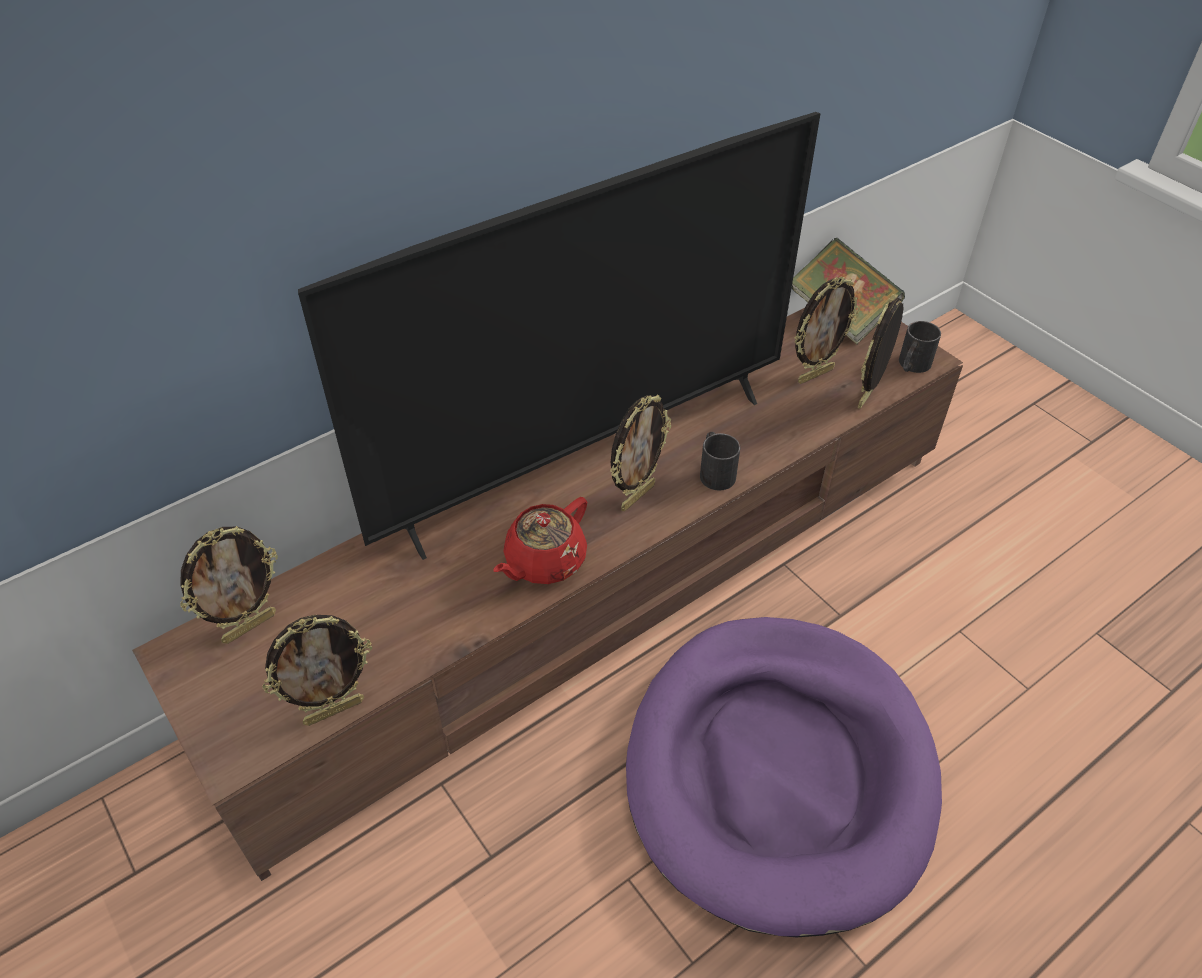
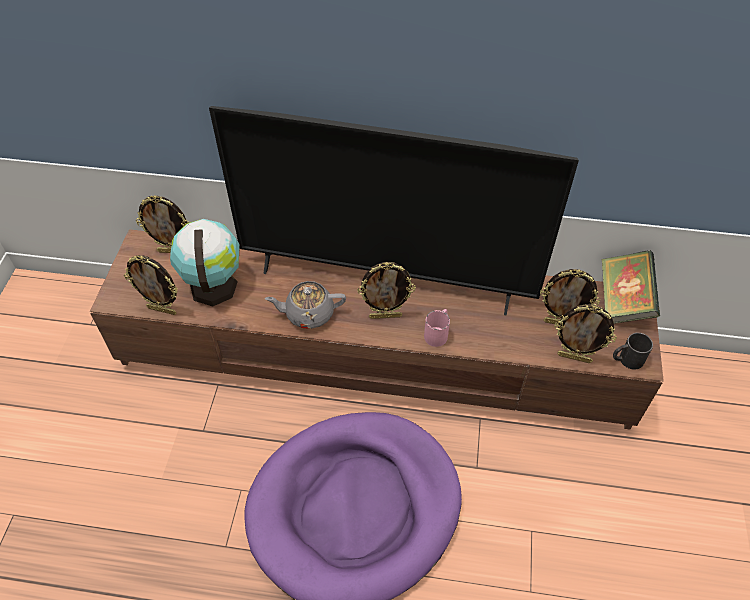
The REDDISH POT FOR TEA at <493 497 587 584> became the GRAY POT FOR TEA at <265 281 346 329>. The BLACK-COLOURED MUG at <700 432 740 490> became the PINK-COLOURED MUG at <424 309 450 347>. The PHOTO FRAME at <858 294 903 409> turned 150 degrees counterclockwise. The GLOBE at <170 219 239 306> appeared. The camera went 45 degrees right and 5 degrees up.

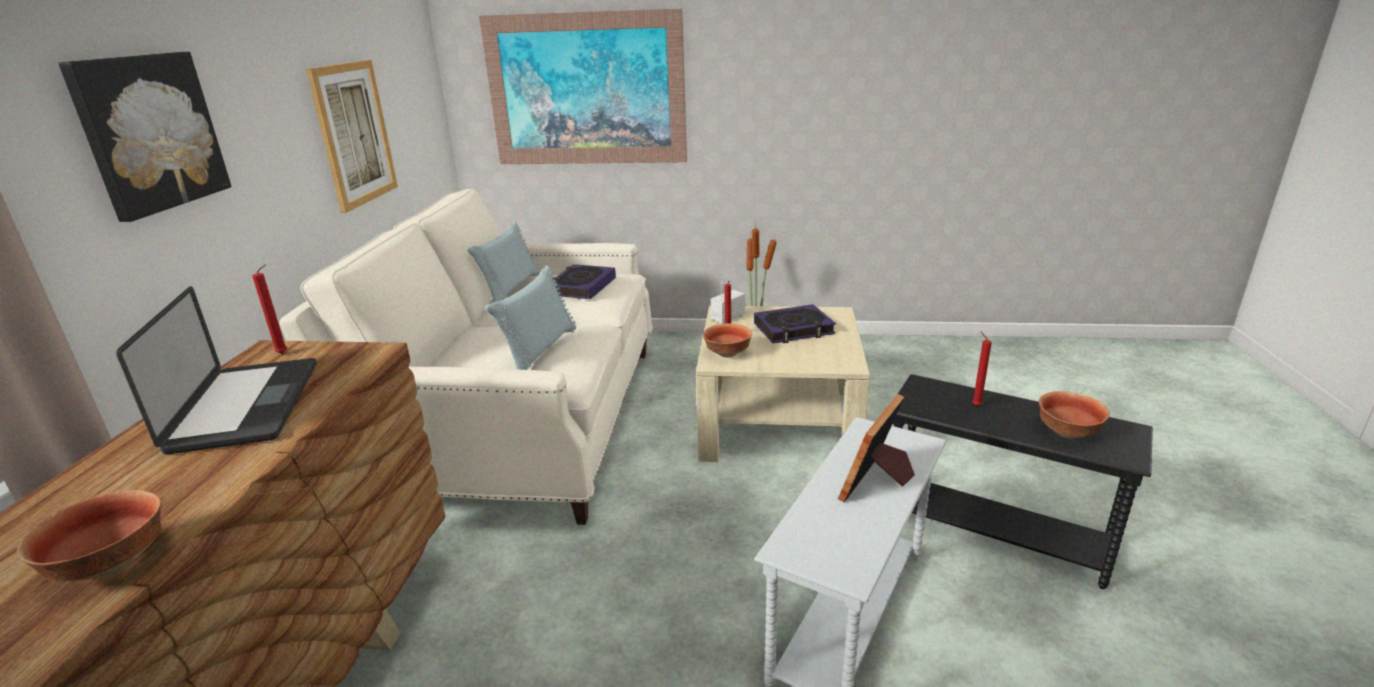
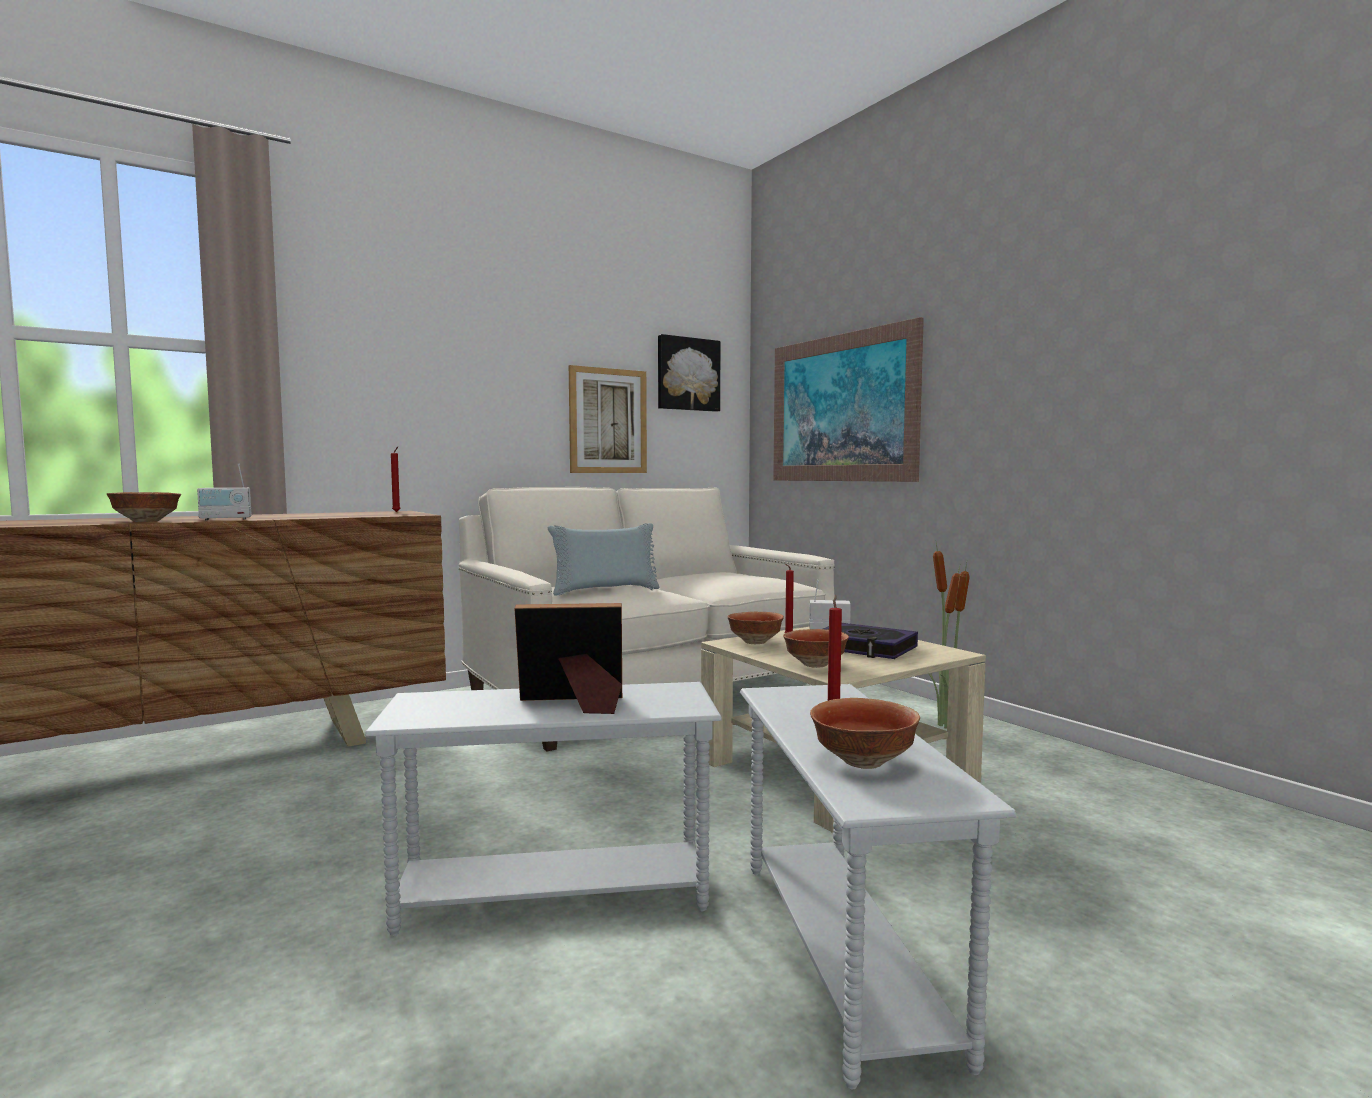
The PICTURE moved from <58 52 232 222> to <658 334 720 412>. The LAPTOP at <116 286 317 454> disappeared. The BLUE-COLOURED THROW PILLOW at <467 221 540 301> disappeared. The VOLUME at <553 264 616 299> disappeared. The BLACK-COLOURED END TABLE at <893 374 1153 589> became the WHITISH END TABLE at <740 684 1016 1089>. The RADIO SET at <197 464 252 520> appeared. The SERVING BOWL at <783 629 849 668> appeared. The camera went 50 degrees right and 20 degrees down.

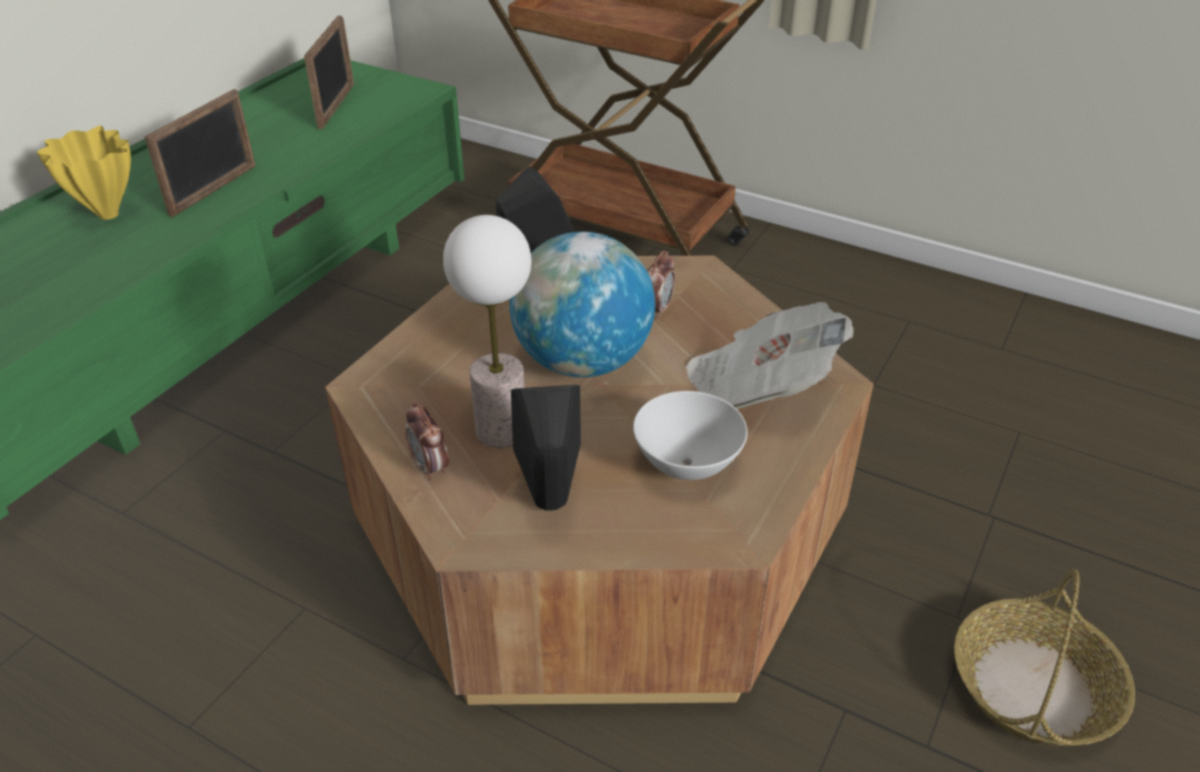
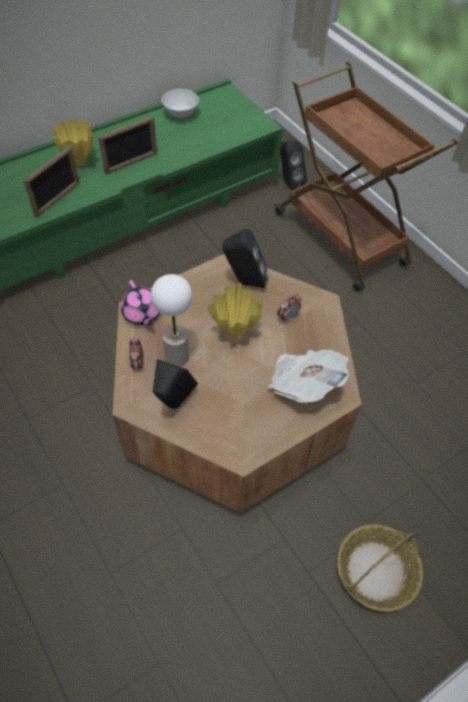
The PHOTO FRAME moved from <304 16 354 129> to <23 146 79 218>. The GLOBE at <510 232 655 378> was replaced by the YELLOWISH DECORATIVE VASE at <208 283 263 338>. The WHITISH SERVING BOWL moved from <633 391 748 480> to <162 89 199 118>. The PINK-COLOURED POT FOR TEA at <121 280 160 326> appeared. The BLACK-COLOURED LOUDSPEAKER at <280 140 307 190> appeared. The camera went 25 degrees right and 15 degrees up.

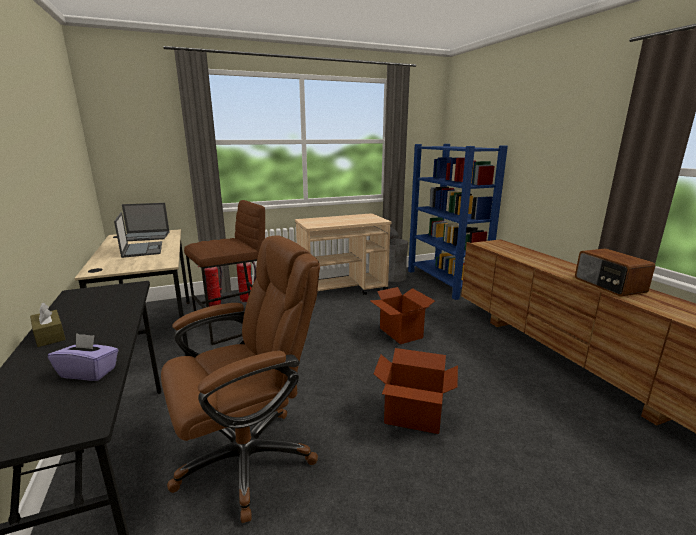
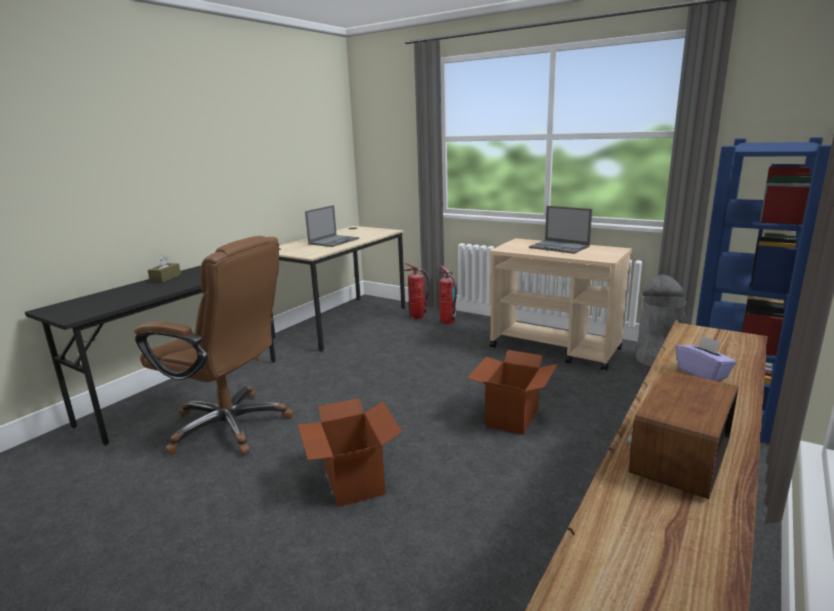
The PURPLE BOX OF TISSUES moved from <48 333 119 381> to <676 336 736 381>. The LAPTOP moved from <122 203 170 241> to <529 206 592 254>. The BROWN STOOL at <184 200 265 345> disappeared. The camera went 55 degrees right and 0 degrees up.

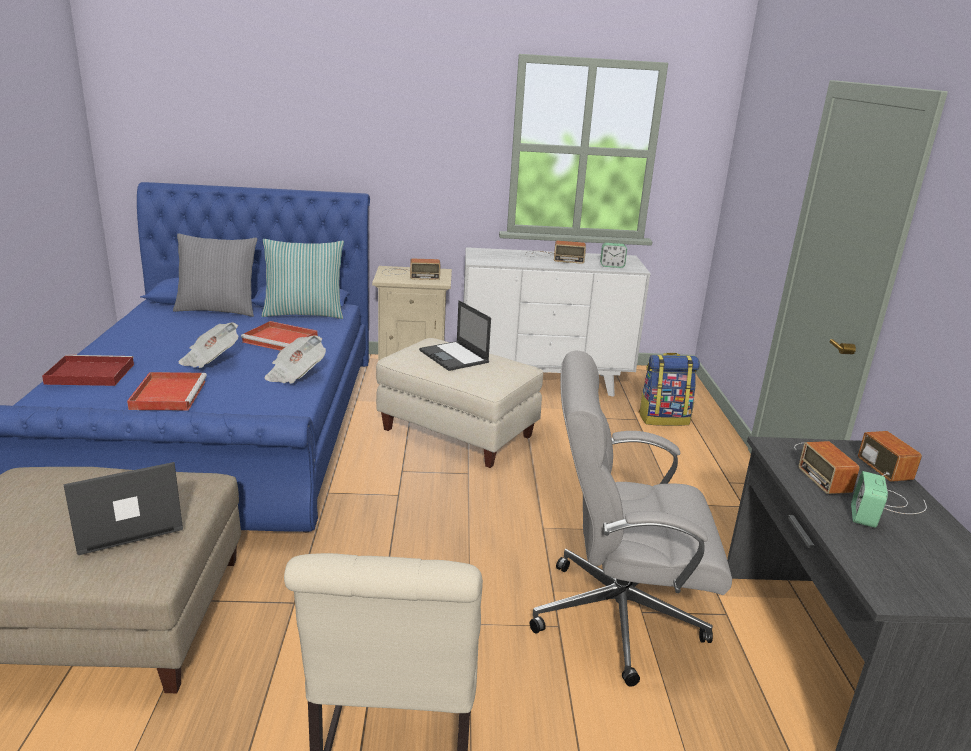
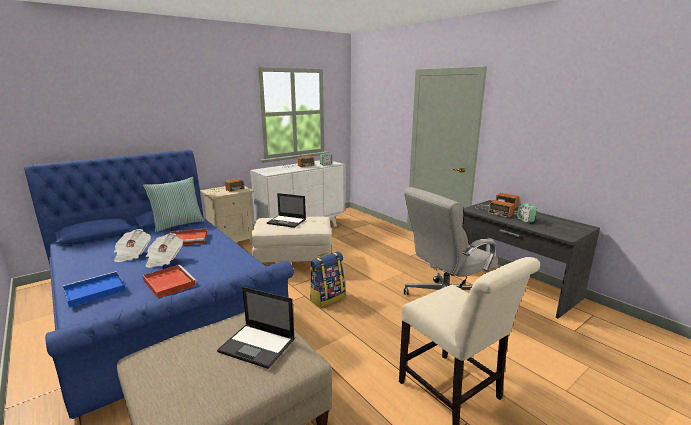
The REDDISH TRAY at <42 355 134 386> became the BLUE-COLOURED TRAY at <63 271 126 308>. The LAPTOP at <63 462 183 555> turned 90 degrees counterclockwise. The GRAY THROW PILLOW at <173 233 257 317> disappeared. The PRINTED PAPER moved from <264 335 326 384> to <114 229 151 262>. The KNAPSACK moved from <639 353 700 426> to <310 252 345 308>. The camera went 35 degrees left and 5 degrees down.

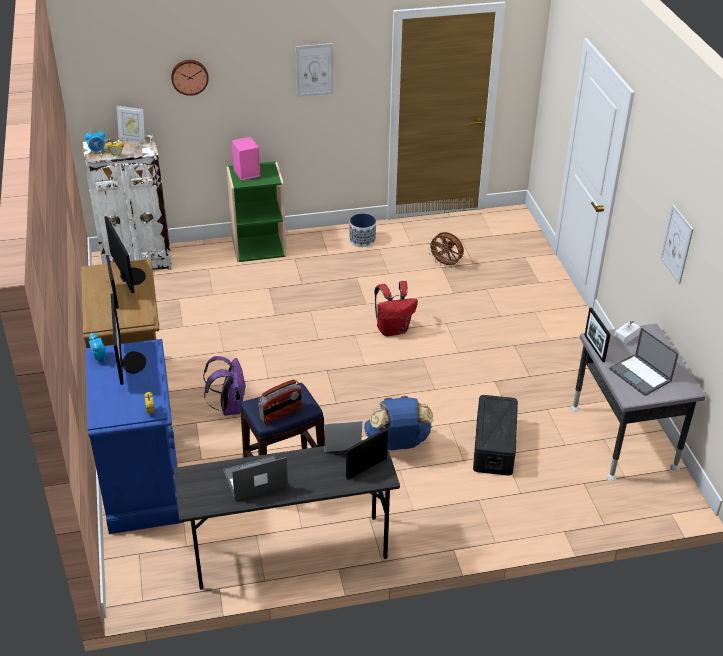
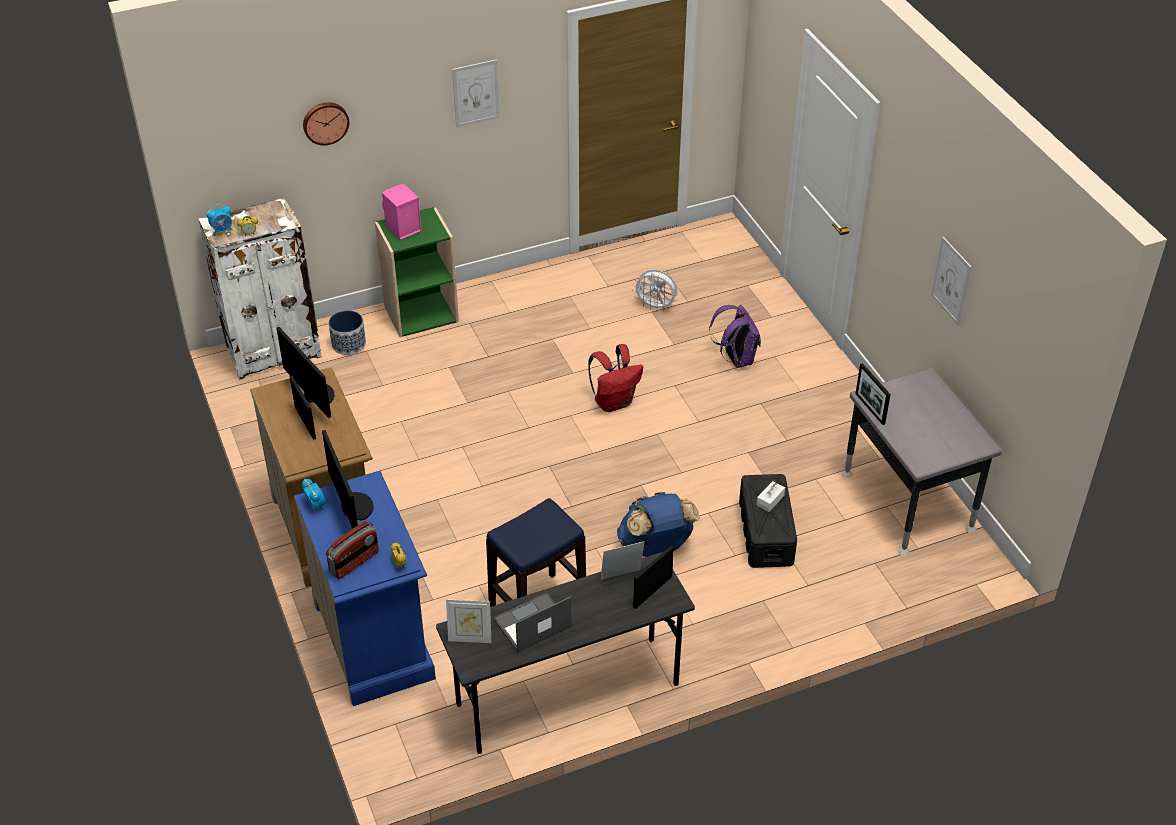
The PHOTO FRAME moved from <117 106 145 143> to <446 599 491 643>. The PURPLE KNAPSACK moved from <203 356 246 415> to <709 305 761 368>. The RADIO SET moved from <258 379 302 424> to <326 521 379 579>. The PLANT POT moved from <349 213 376 247> to <329 310 366 355>. The BROWN COOLING FAN at <428 232 464 268> became the WHITISH COOLING FAN at <632 270 677 311>. The LAPTOP at <609 328 679 396> disappeared. The WHITISH BOX OF TISSUES moved from <614 320 640 345> to <757 481 785 512>. The camera went 10 degrees left and 5 degrees up.

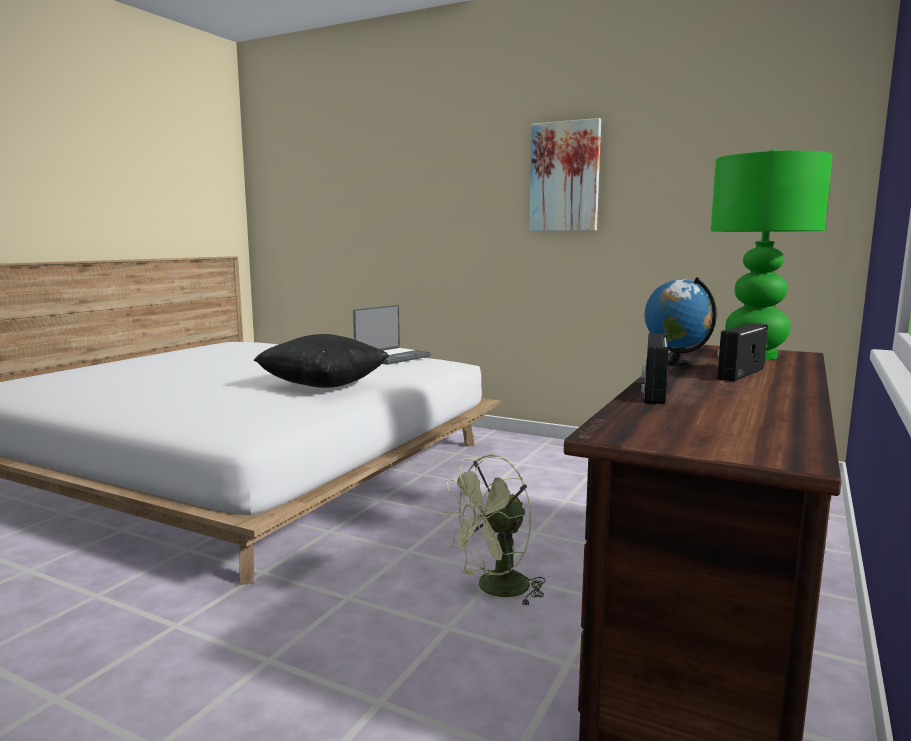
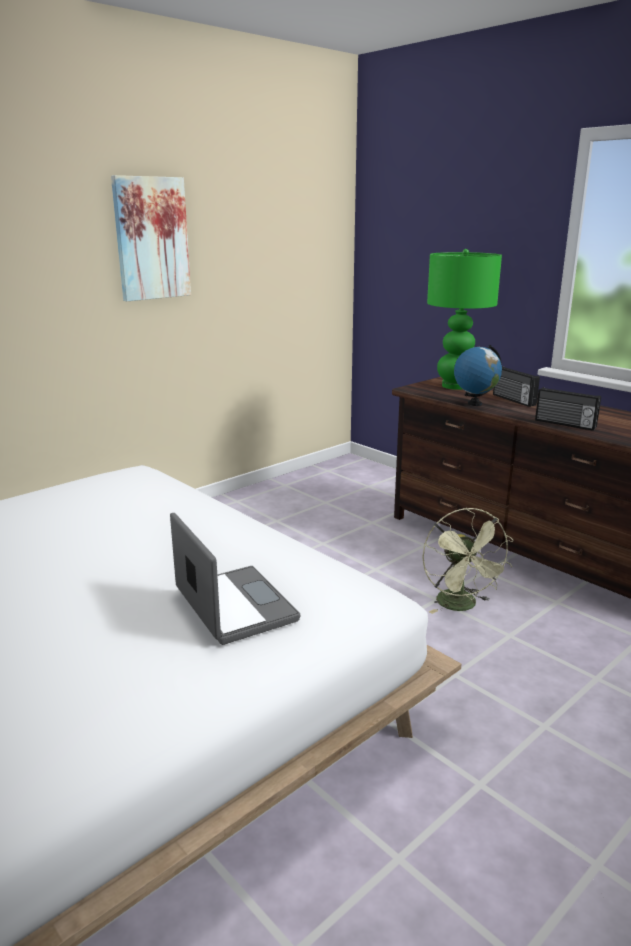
The BLACK-COLOURED THROW PILLOW at <254 334 389 388> disappeared. The LAPTOP moved from <353 305 431 365> to <170 513 300 645>. The camera went 70 degrees left and 10 degrees up.

